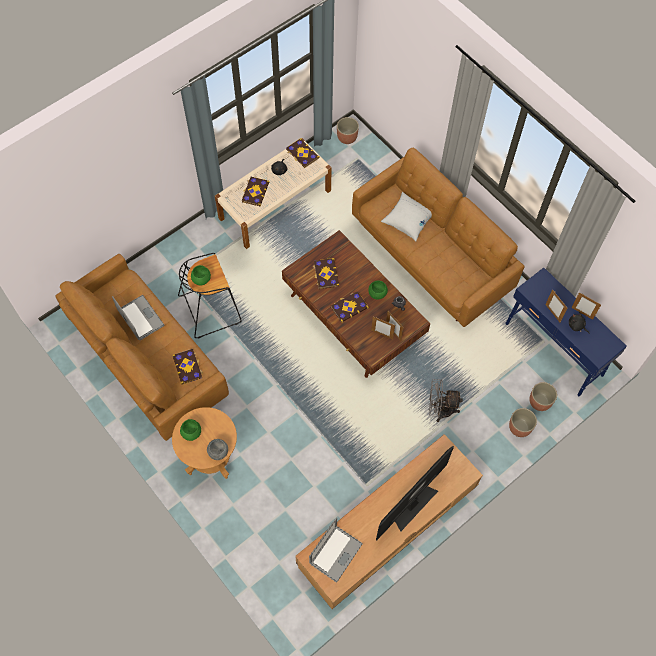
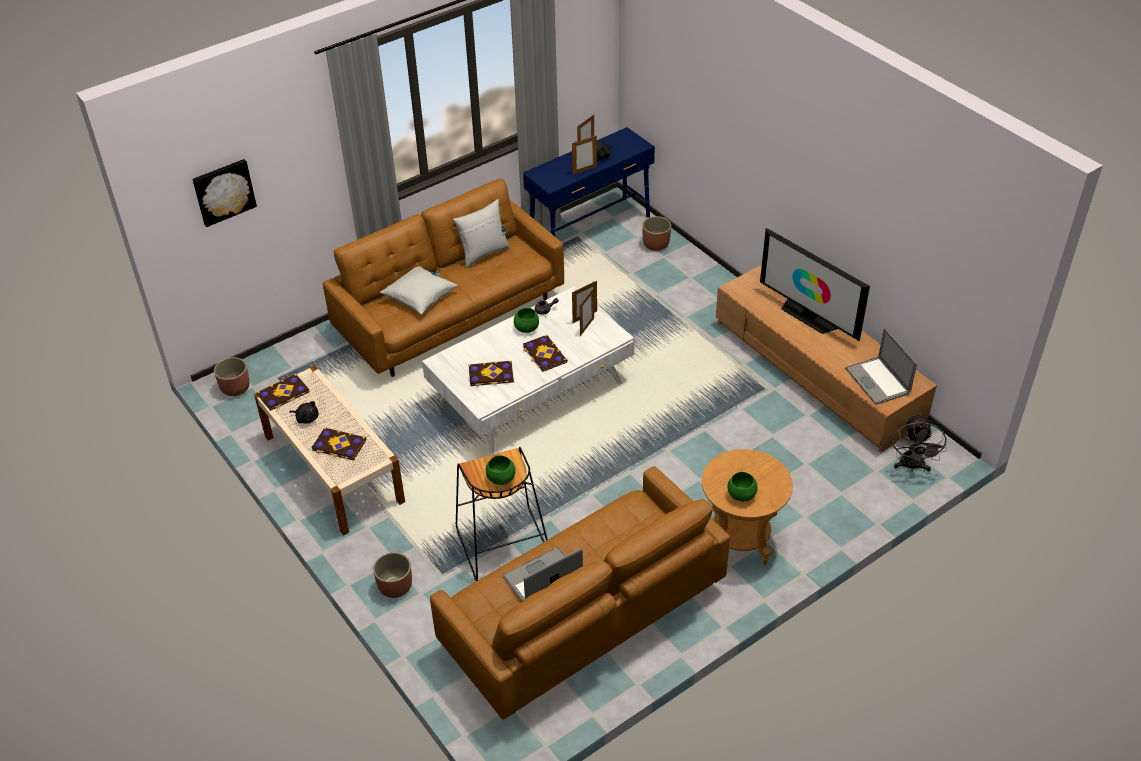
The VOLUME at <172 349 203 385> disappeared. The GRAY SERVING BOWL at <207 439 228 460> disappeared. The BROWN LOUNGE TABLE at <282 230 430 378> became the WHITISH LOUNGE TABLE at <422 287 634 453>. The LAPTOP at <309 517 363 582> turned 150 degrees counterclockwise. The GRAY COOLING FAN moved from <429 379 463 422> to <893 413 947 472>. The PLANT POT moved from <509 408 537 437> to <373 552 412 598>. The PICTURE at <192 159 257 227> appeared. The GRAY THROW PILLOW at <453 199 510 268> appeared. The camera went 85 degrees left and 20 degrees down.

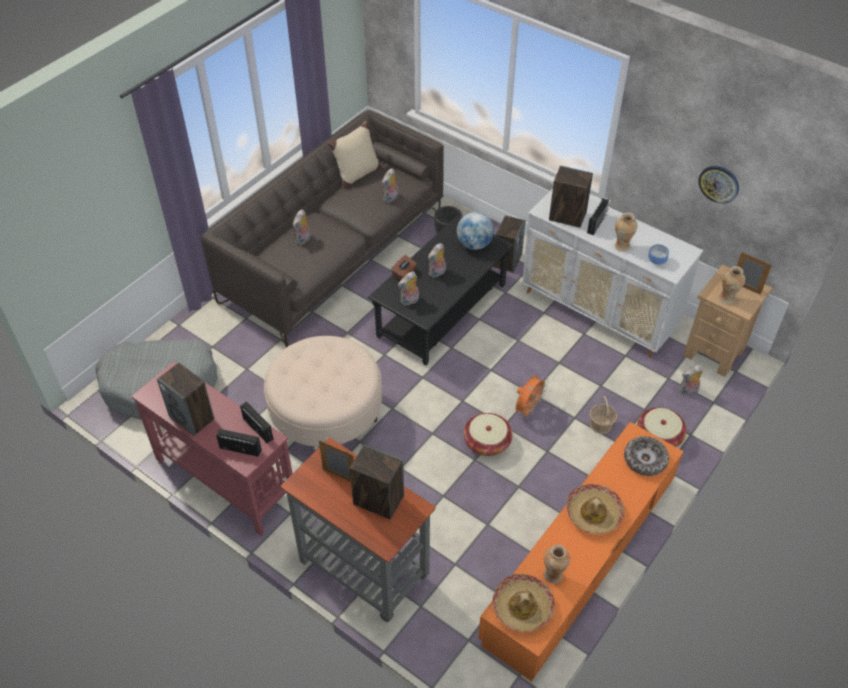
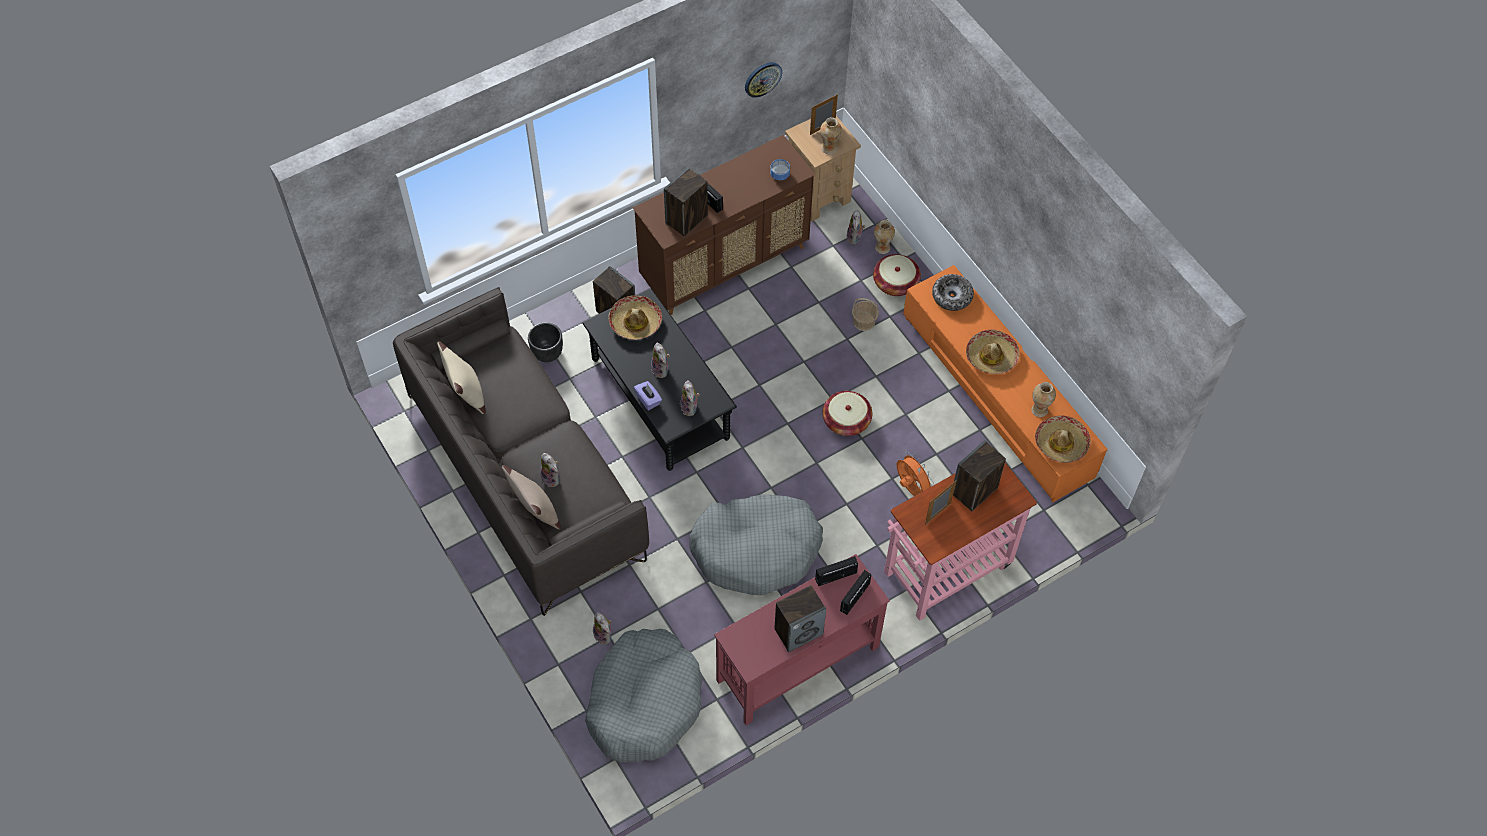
The BEIGE OTTOMAN at <264 336 382 448> was replaced by the GRAY DOG CUSHION at <689 494 823 596>. The GRAY WHEELED CART at <281 438 435 622> became the PINK-COLOURED WHEELED CART at <884 463 1037 621>. The PLUSH TOY moved from <382 168 398 203> to <593 612 612 644>. The BROWN BOX OF TISSUES at <391 255 417 280> became the PURPLE BOX OF TISSUES at <634 381 662 410>. The GLOBE at <457 212 494 250> was replaced by the CLOTHING HAT at <609 295 662 340>. The ORANGE-COLOURED COOLING FAN moved from <516 375 549 419> to <896 452 934 496>. The WHITISH CUPBOARD at <522 189 703 358> became the BROWN CUPBOARD at <632 135 816 315>. The DECORATIVE VASE moved from <615 212 637 252> to <874 220 895 254>. The BEIGE THROW PILLOW at <502 465 561 529> appeared. The camera went 70 degrees left and 10 degrees up.

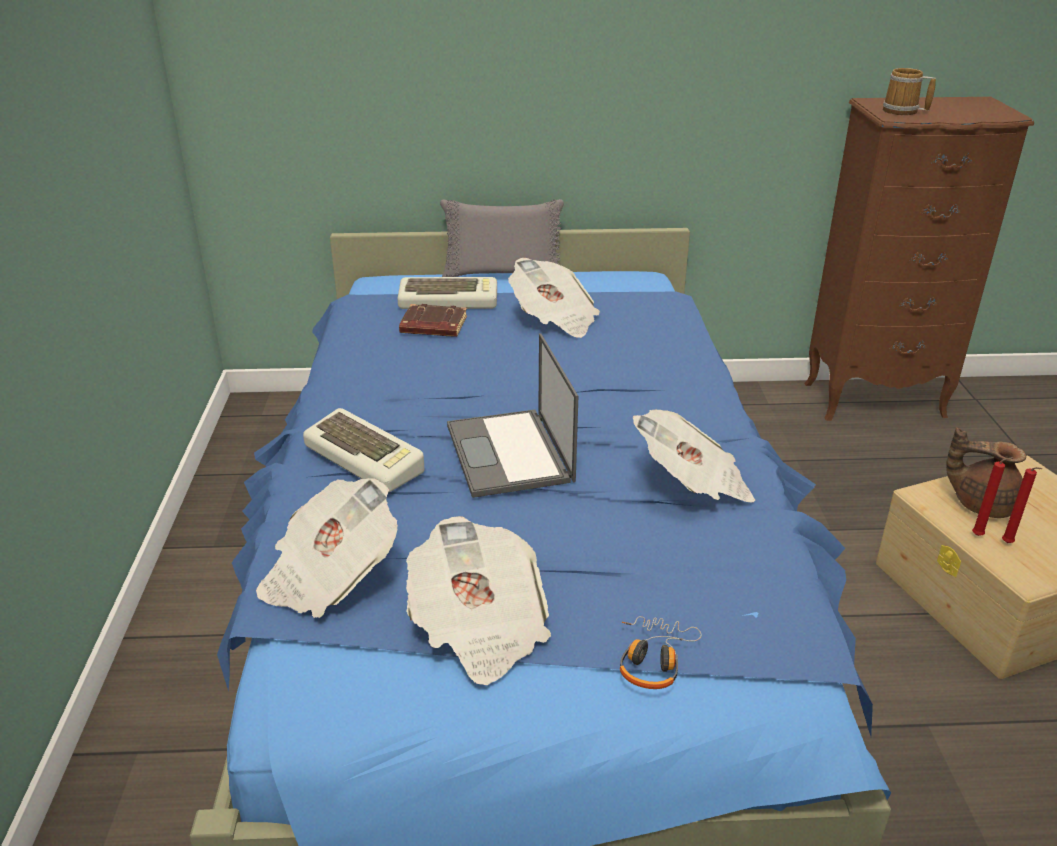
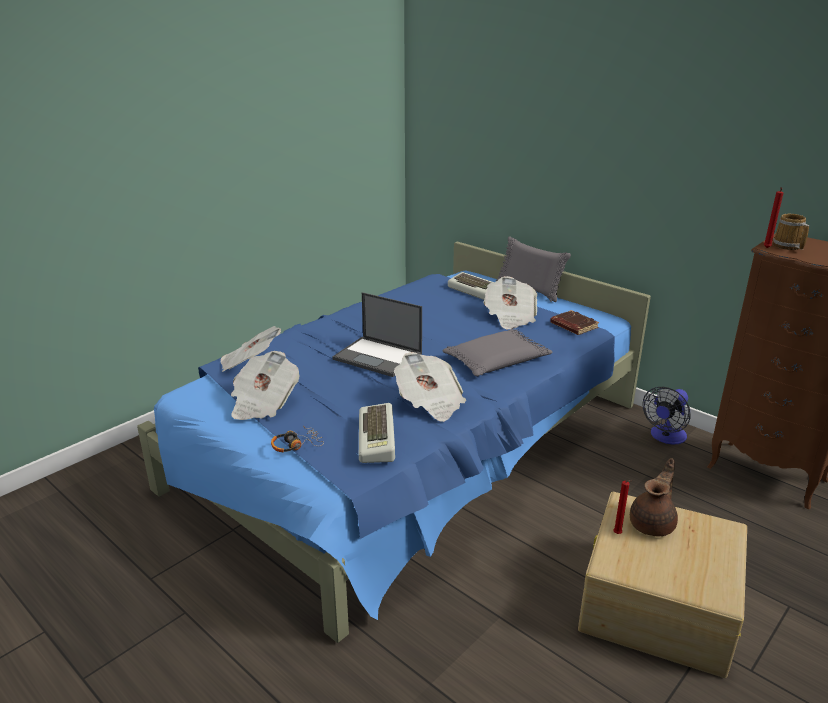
The KEYBOARD moved from <303 408 424 493> to <359 403 395 463>. The BROWN VOLUME moved from <399 304 467 337> to <550 310 599 335>. The LAPTOP at <447 333 578 498> turned 90 degrees counterclockwise. The BROWN POT FOR TEA at <946 427 1026 518> turned 60 degrees clockwise. The REDDISH WAX LIGHT moved from <1002 467 1042 543> to <764 187 783 248>. The GRAY THROW PILLOW at <442 327 552 377> appeared. The COOLING FAN at <642 387 691 445> appeared. The camera went 45 degrees right and 5 degrees down.

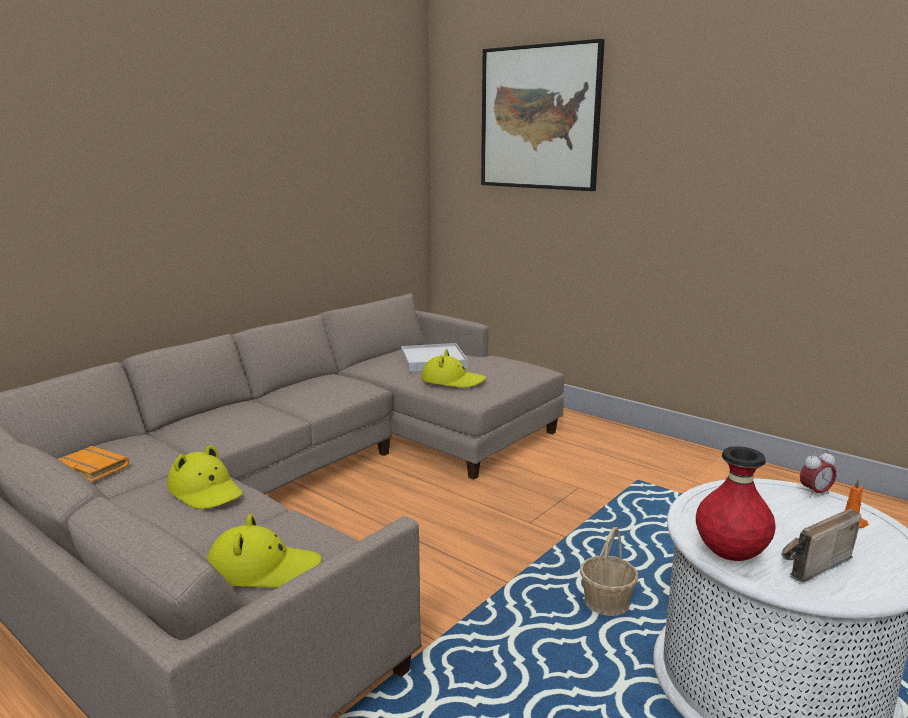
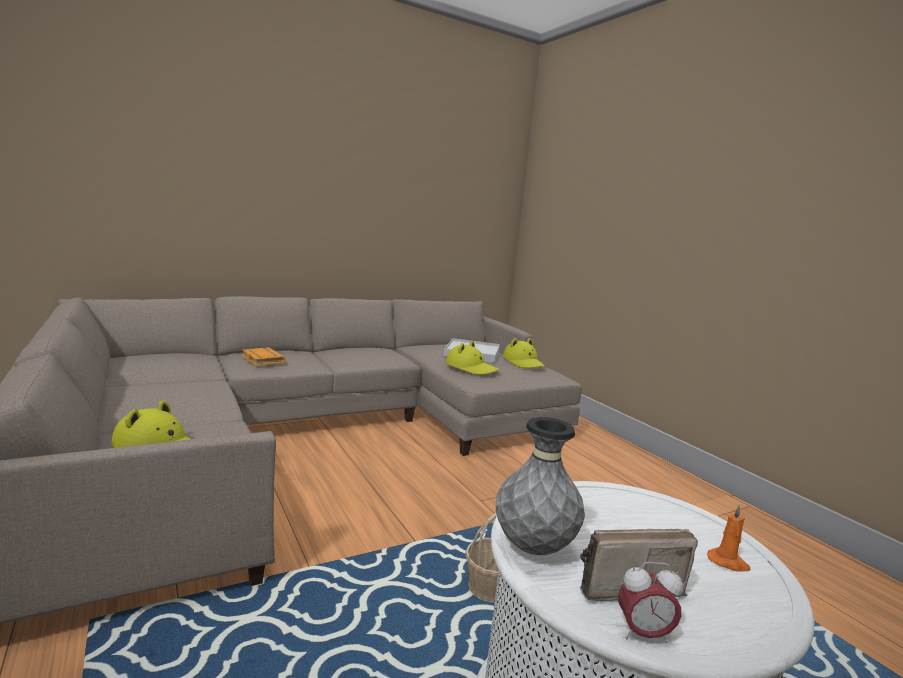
The ORANGE-COLOURED VOLUME moved from <58 446 130 482> to <242 347 285 366>. The YELLOWISH CLOTHING HAT moved from <167 445 243 509> to <503 338 545 368>. The PICTURE at <481 39 605 191> disappeared. The REDDISH DECORATIVE VASE at <696 446 775 561> became the GRAY DECORATIVE VASE at <496 417 585 555>. The TABLE CLOCK moved from <800 449 836 498> to <618 562 683 643>. The camera went 20 degrees right and 5 degrees down.

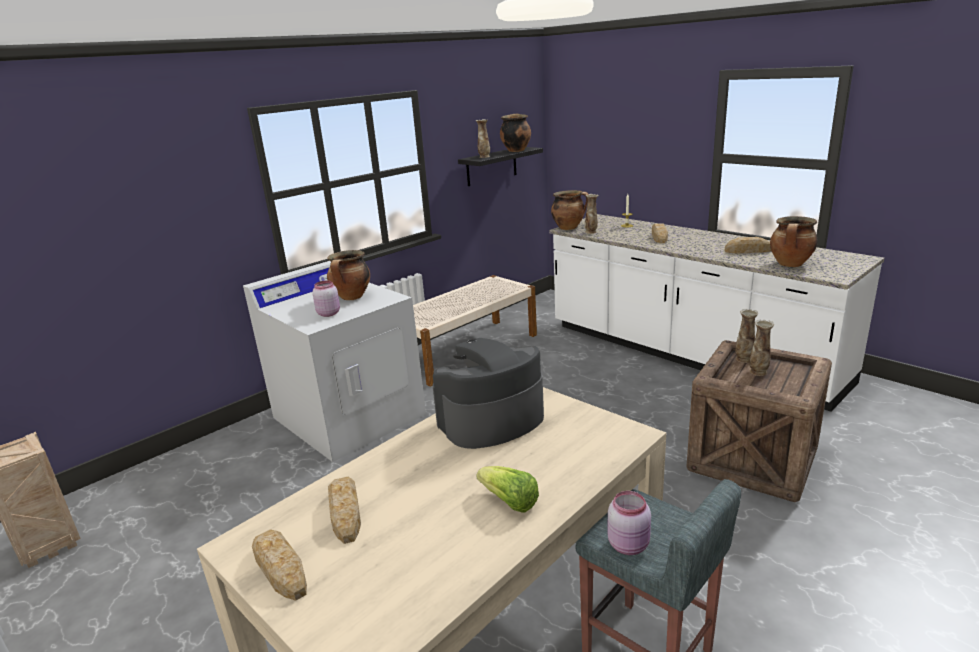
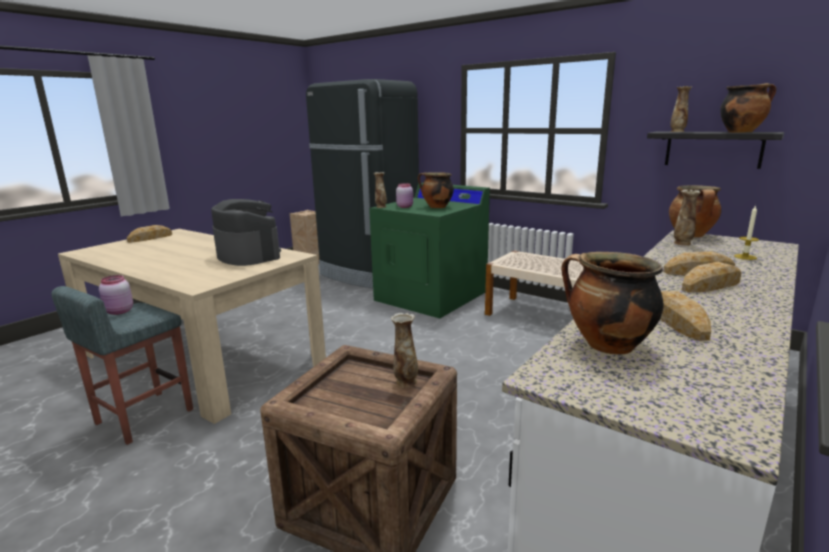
The WHITISH LAUNDRY MACHINE at <243 261 426 462> became the GREEN LAUNDRY MACHINE at <369 182 490 318>. The BREAD moved from <328 477 361 544> to <682 262 742 292>. The HEAD OF LETTUCE at <476 466 539 513> disappeared. The DECORATIVE VASE moved from <749 320 774 376> to <373 172 387 208>. The BLACK-COLOURED REFRIGERATOR at <306 79 419 288> appeared. The camera went 80 degrees right and 5 degrees down.

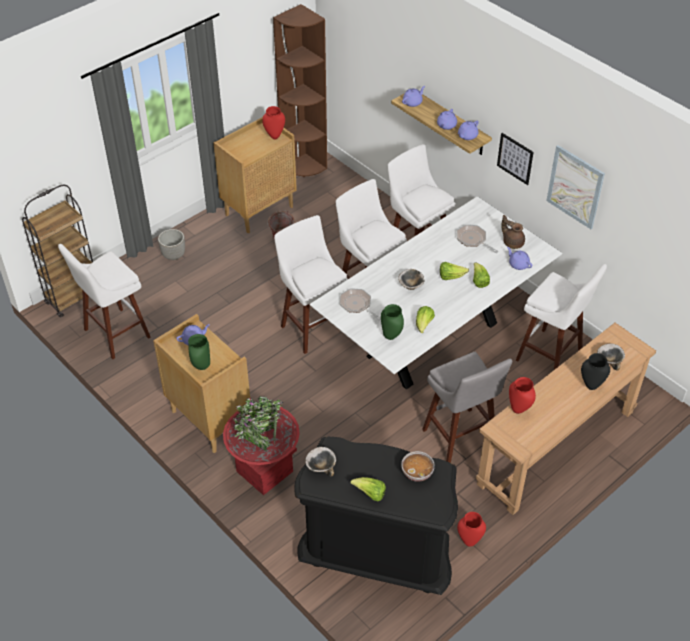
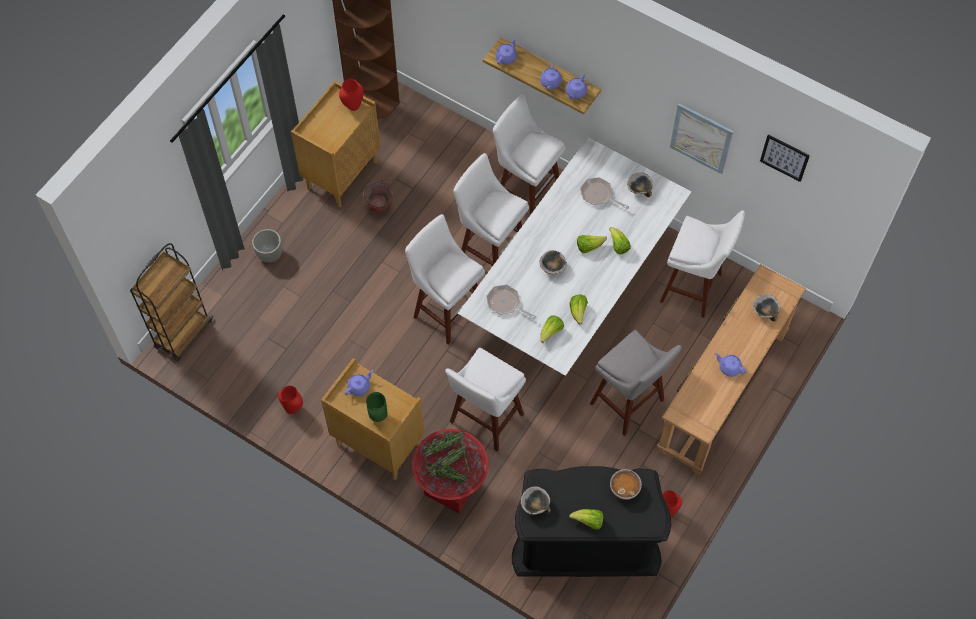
The WHITISH STOOL moved from <58 244 150 359> to <445 348 526 452>. The GREEN DECORATIVE VASE at <381 304 404 340> was replaced by the HEAD OF LETTUCE at <540 315 564 343>. The PICTURE moved from <497 133 534 185> to <760 134 810 182>. The BROWN POT FOR TEA at <501 215 525 249> was replaced by the SERVING BOWL at <627 172 653 197>. The PURPLE POT FOR TEA moved from <507 247 532 270> to <715 353 747 377>. The REDDISH DECORATIVE VASE moved from <509 377 536 414> to <278 386 303 414>. The BLACK-COLOURED DECORATIVE VASE at <581 353 610 390> disappeared. The camera went 15 degrees left and 15 degrees up.

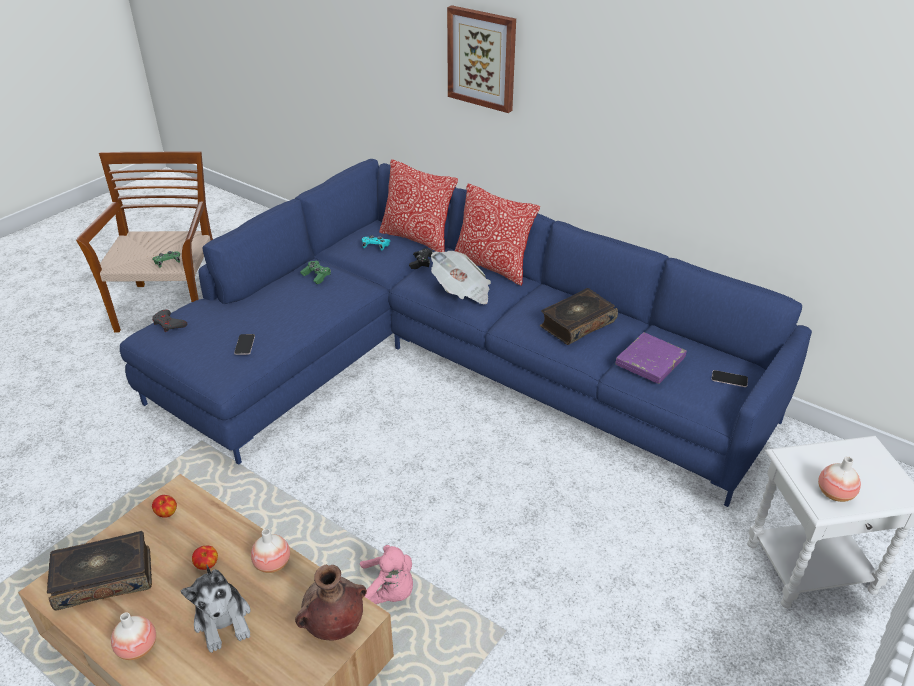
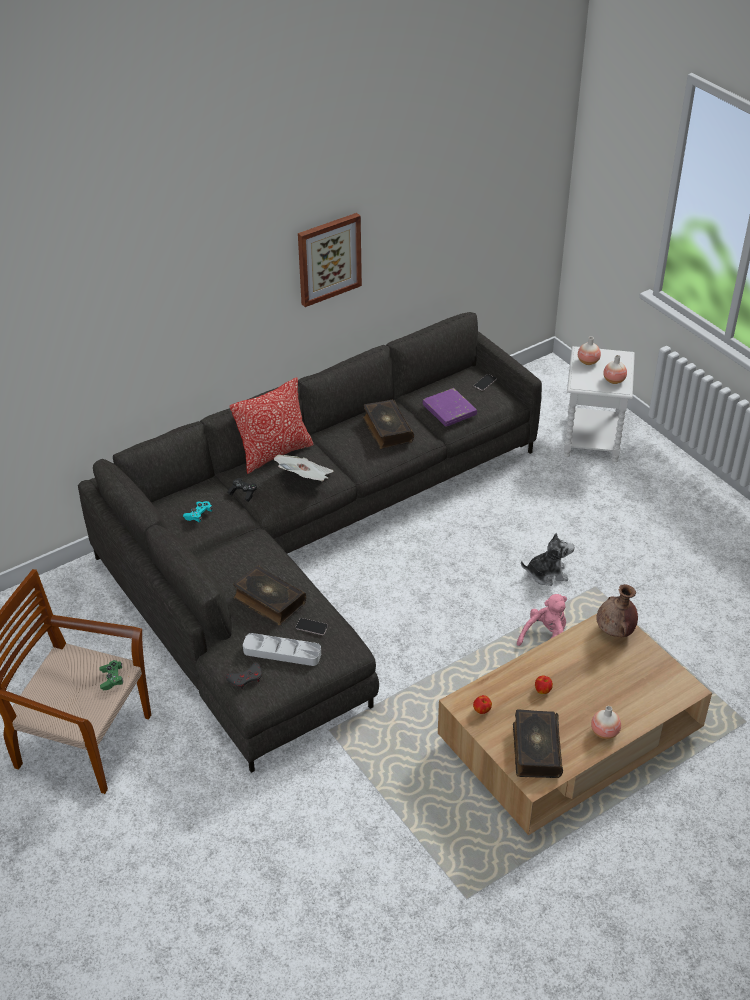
The BLUE-COLOURED SOFA at <120 159 812 507> became the GRAY SOFA at <78 312 542 773>. The PLUSH TOY moved from <181 565 251 653> to <521 533 575 586>. The DECORATIVE VASE moved from <251 529 290 573> to <578 337 601 365>. The GREEN GAME CONTROLLER at <300 261 331 284> disappeared. The THROW PILLOW at <379 159 458 252> disappeared. The PICTURE moved from <447 5 516 113> to <298 213 362 307>. The VOLUME at <233 565 306 625> appeared. The GRAY TRAY at <243 633 321 666> appeared. The camera went 70 degrees left and 5 degrees up.

